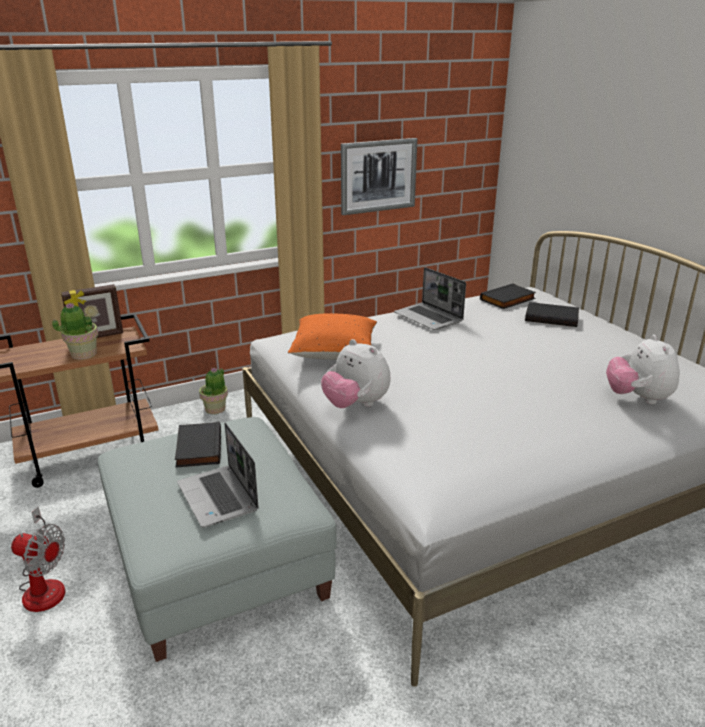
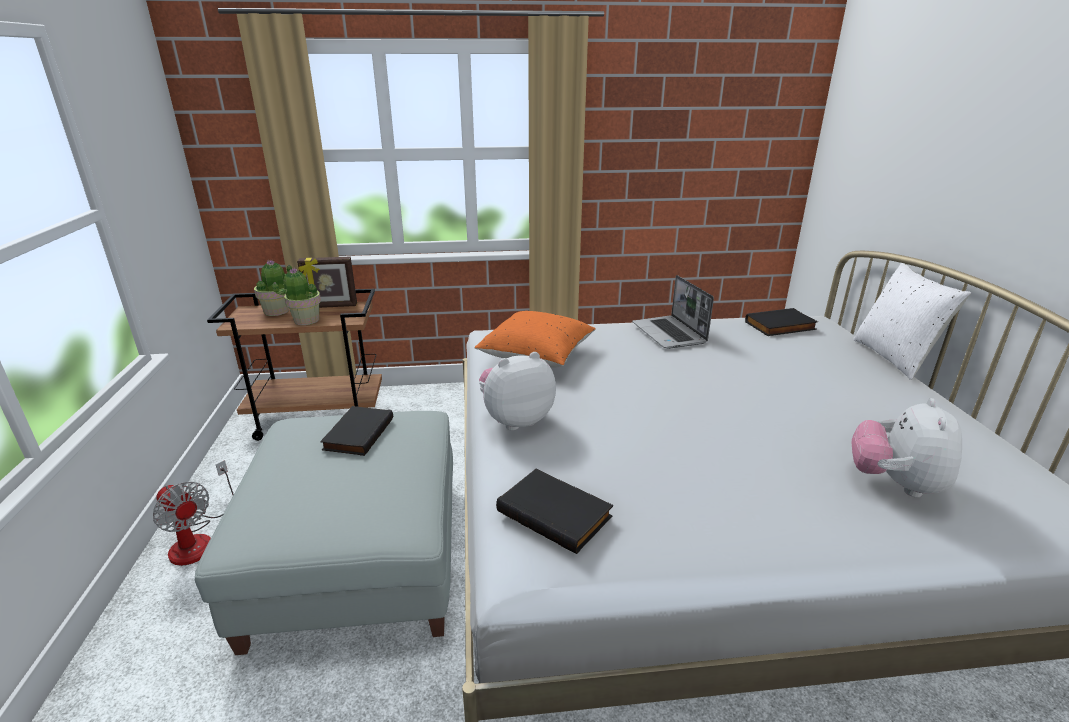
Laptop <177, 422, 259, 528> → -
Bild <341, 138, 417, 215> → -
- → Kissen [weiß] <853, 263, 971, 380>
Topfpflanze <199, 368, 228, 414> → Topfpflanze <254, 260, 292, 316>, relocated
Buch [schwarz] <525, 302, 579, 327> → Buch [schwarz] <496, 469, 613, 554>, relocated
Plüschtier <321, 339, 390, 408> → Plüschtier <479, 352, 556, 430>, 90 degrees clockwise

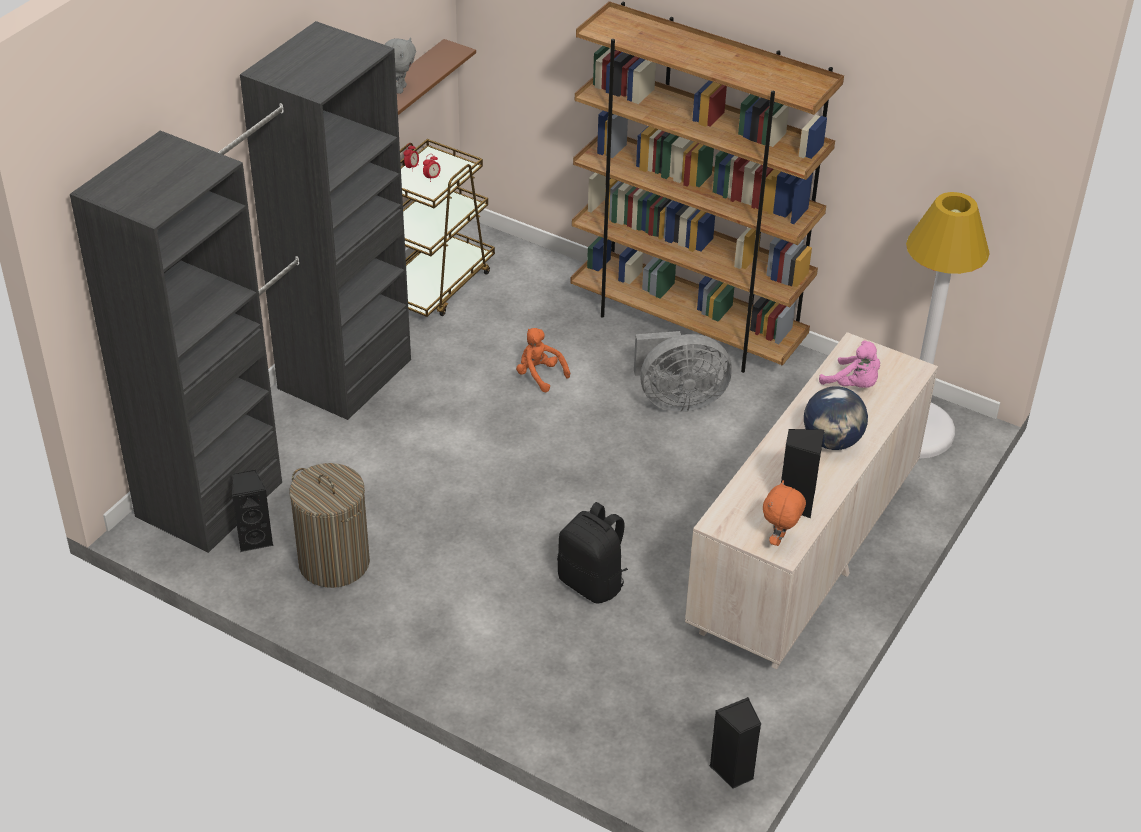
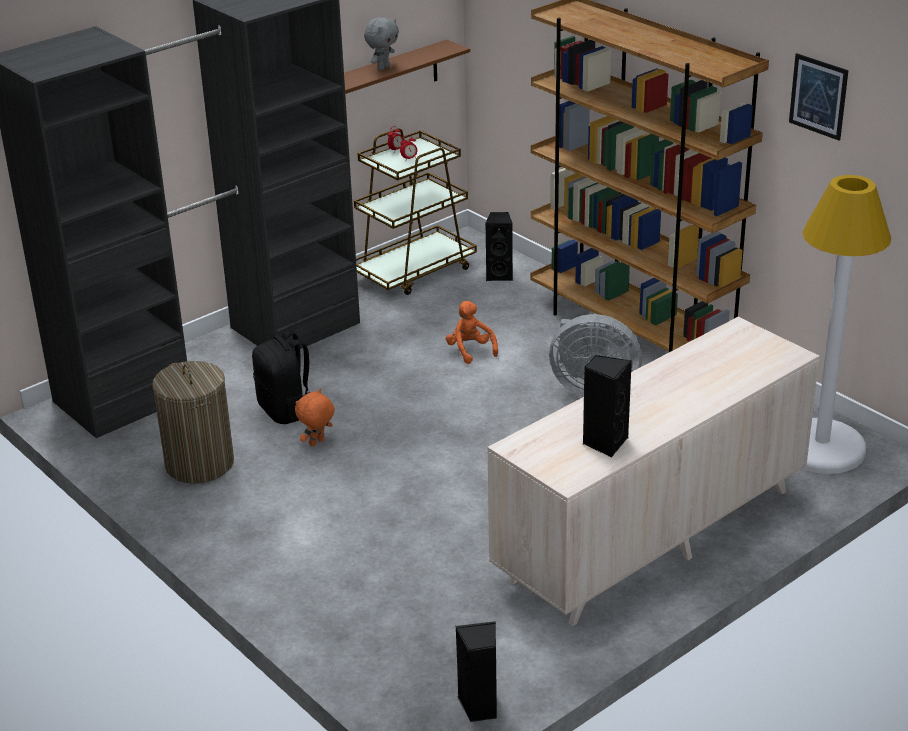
Globus <804, 386, 868, 450> → -
Plüschtier [rosa] <819, 340, 880, 388> → -
- → Bild <789, 53, 848, 141>
Lautsprecher [schwarz] <232, 470, 274, 552> → Lautsprecher [schwarz] <485, 212, 513, 281>, relocated
Rucksack [schwarz] <557, 502, 628, 603> → Rucksack [schwarz] <252, 330, 310, 424>, relocated
Plüschtier [orange] <763, 480, 806, 546> → Plüschtier [orange] <295, 389, 335, 447>, relocated

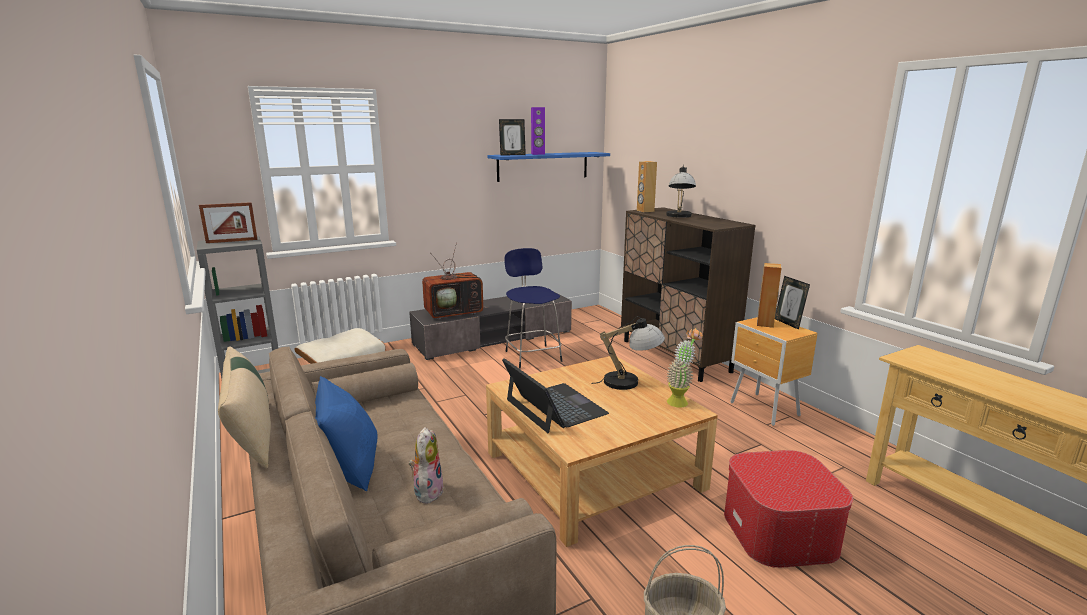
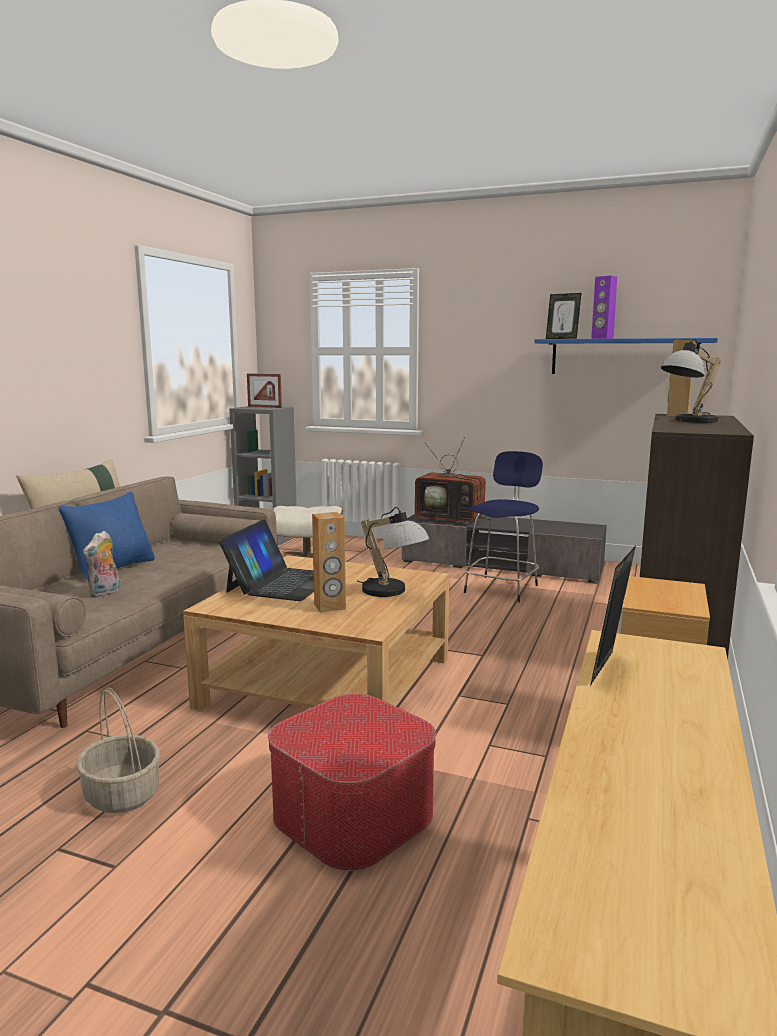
Topfpflanze <667, 328, 703, 407> → -
Lautsprecher [braun] <757, 263, 782, 328> → Lautsprecher [braun] <312, 512, 346, 613>, relocated
Bilderrahmen <775, 276, 810, 330> → Bilderrahmen <590, 546, 636, 686>, relocated
Plüschtier <409, 427, 444, 504> → Plüschtier <83, 531, 120, 598>, 150 degrees clockwise

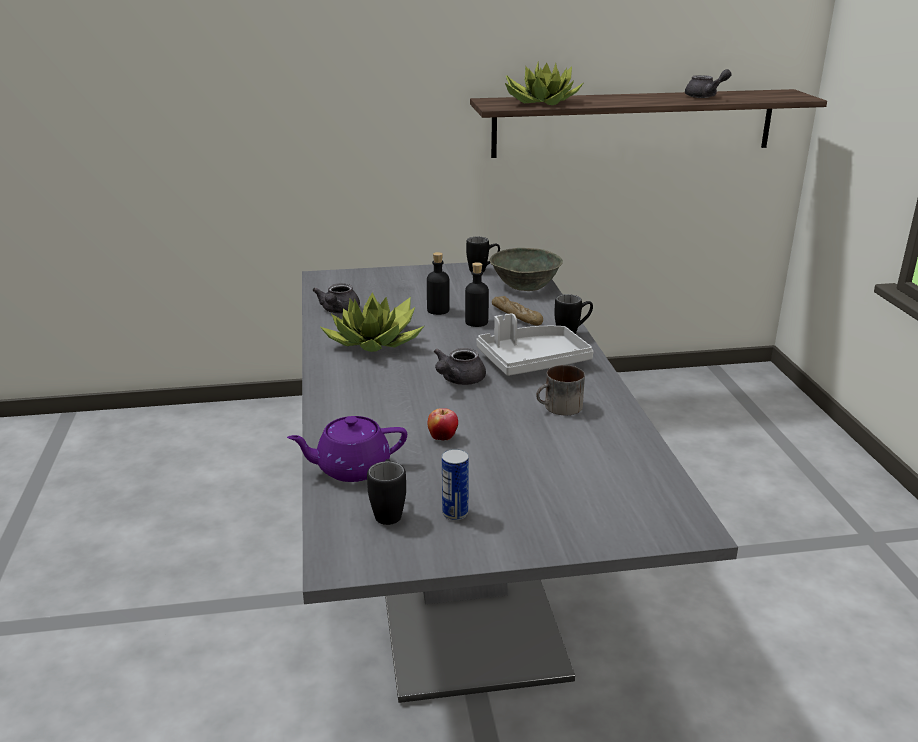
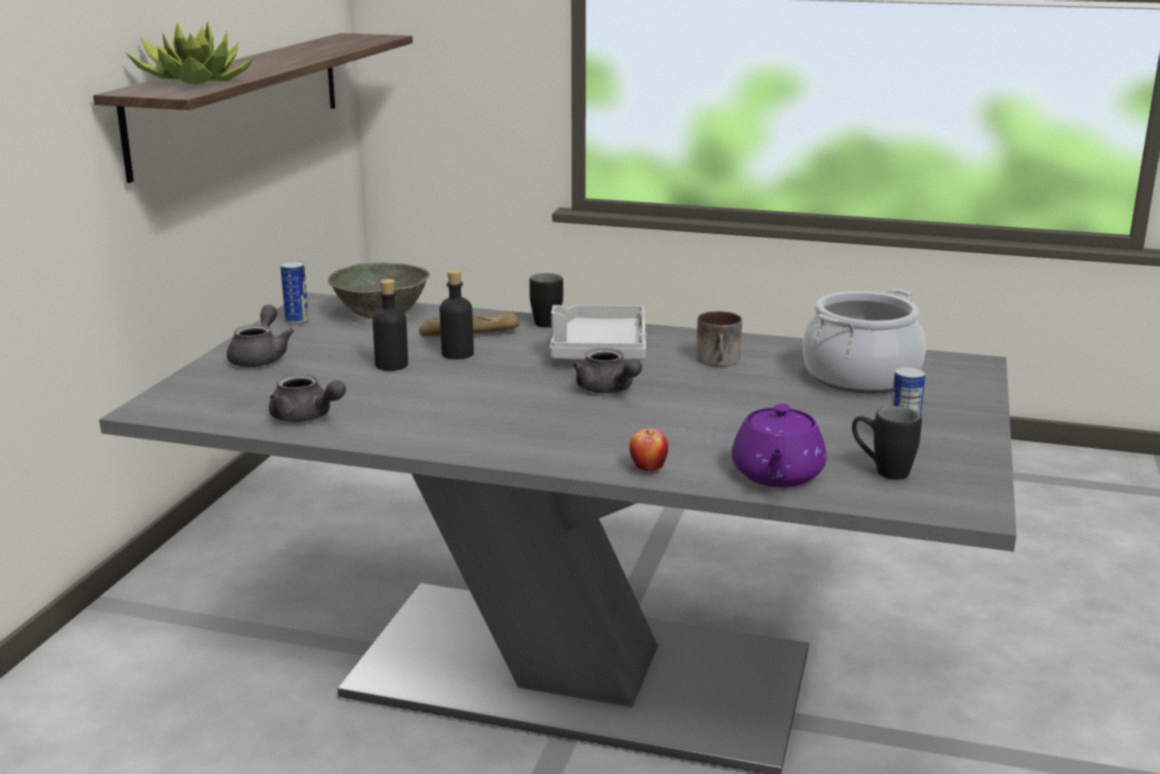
Topfpflanze <320, 292, 424, 352> → -
- → Kochtopf <803, 289, 926, 394>
Apfel <428, 408, 458, 441> → Apfel <629, 428, 668, 471>, relocated
Teekanne [grau] <685, 69, 732, 98> → Teekanne [grau] <227, 305, 294, 367>, relocated
Henkelbecher [schwarz] <466, 237, 500, 272> → Dose <280, 261, 309, 325>

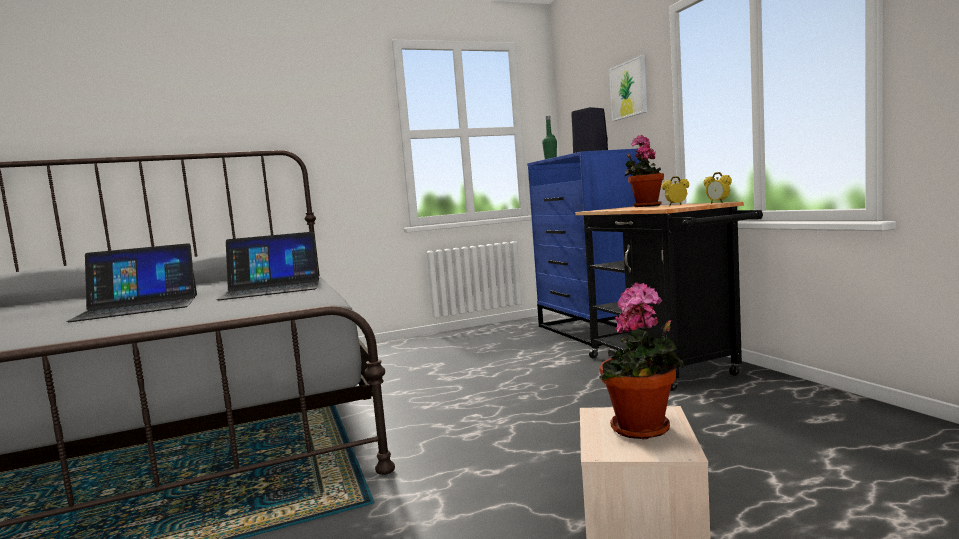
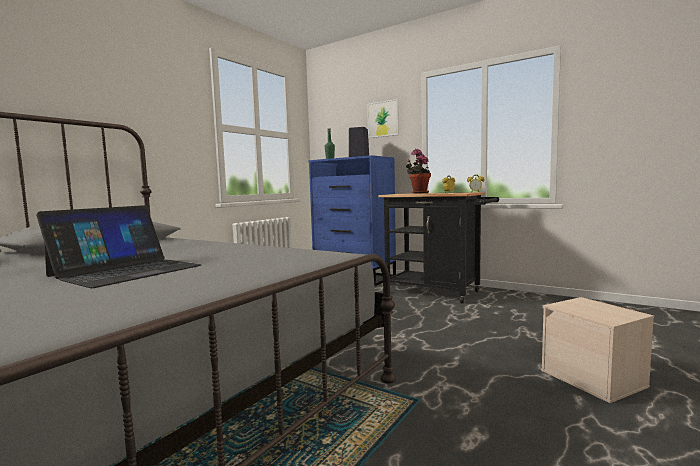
Laptop <216, 232, 319, 300> → -
Topfpflanze <600, 283, 684, 439> → -

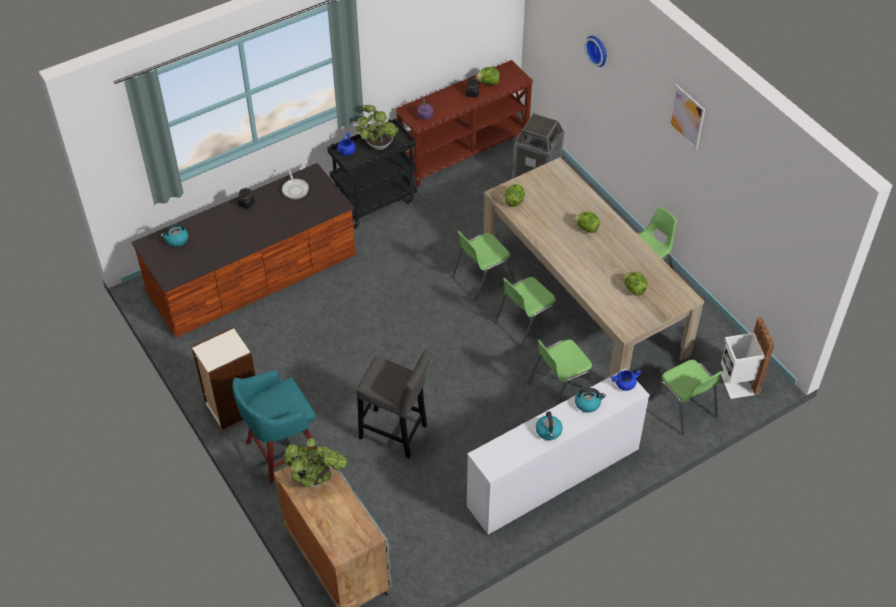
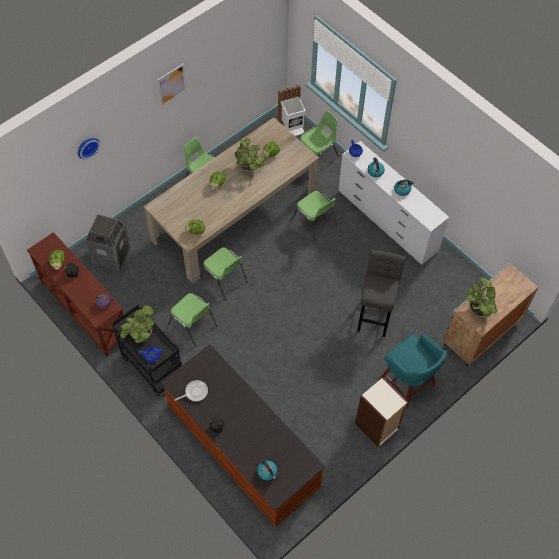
- → Topfpflanze <235, 138, 264, 172>
Stuhl [grün] <495, 277, 561, 348> → Stuhl [grün] <168, 293, 217, 347>, relocated

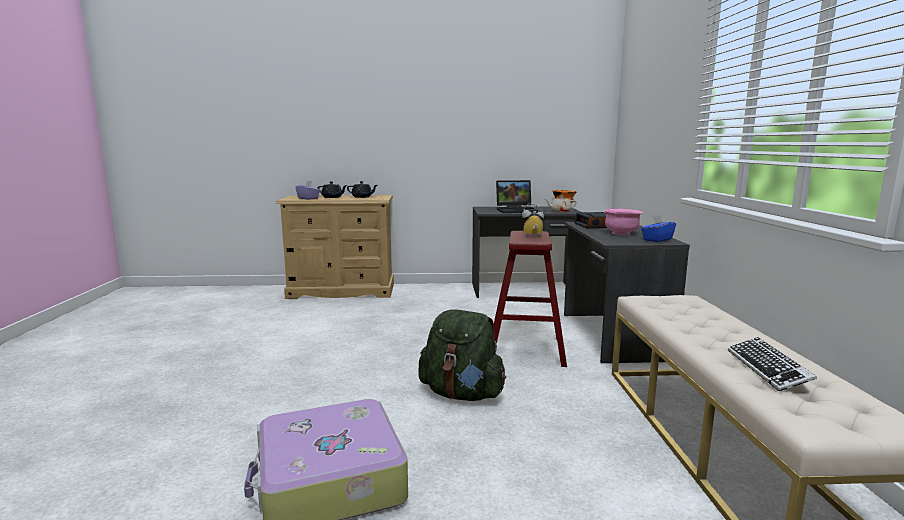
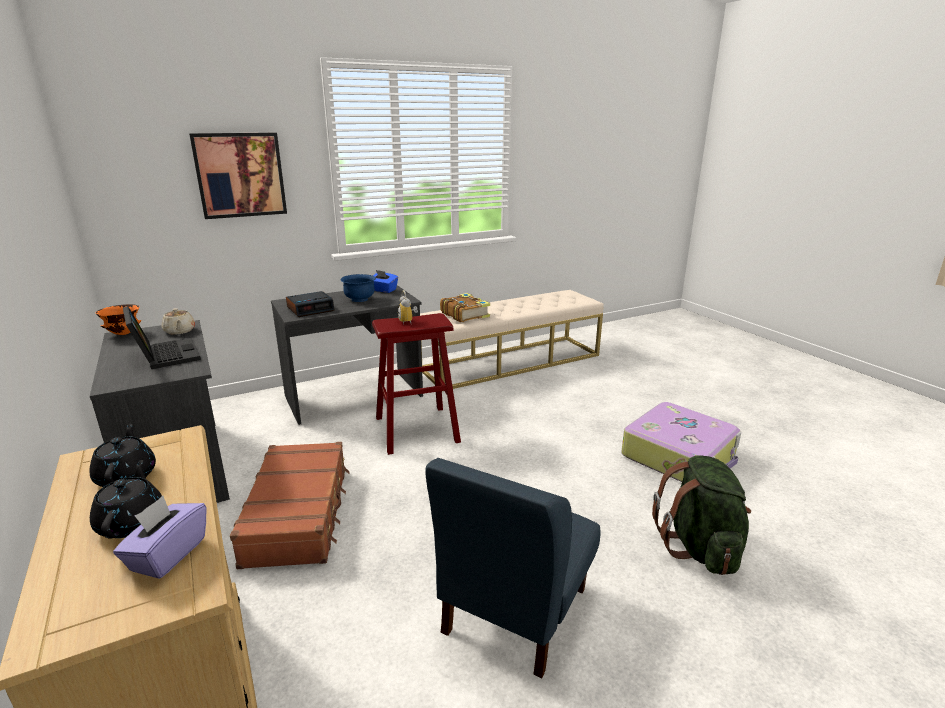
Tastatur <728, 337, 817, 391> → -
- → Bild <189, 133, 287, 219>
- → Koffer [braun] <230, 442, 350, 569>
- → Stuhl [blau] <425, 458, 600, 678>
- → Buch <440, 293, 490, 322>
Rucksack [grün] <418, 309, 506, 401> → Rucksack [grün] <652, 455, 751, 575>, relocated
Schüssel [rosa] <604, 209, 643, 235> → Schüssel [blau] <340, 274, 376, 302>

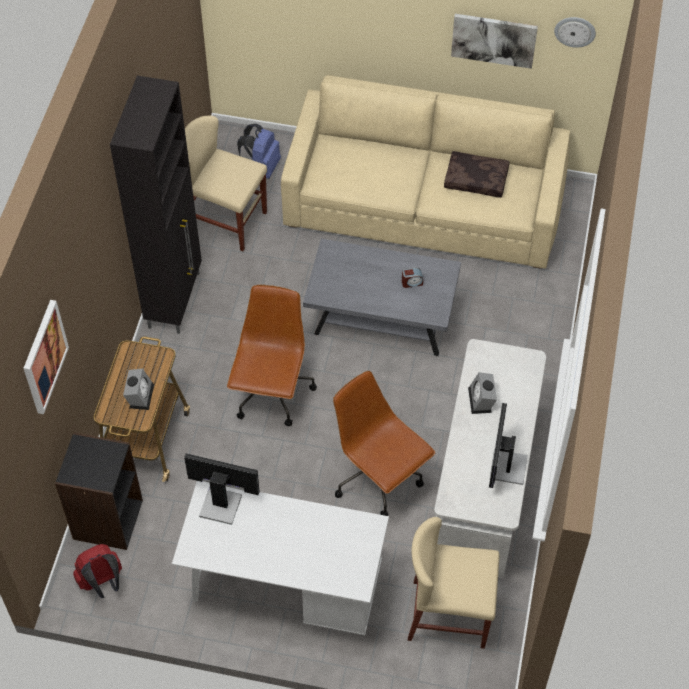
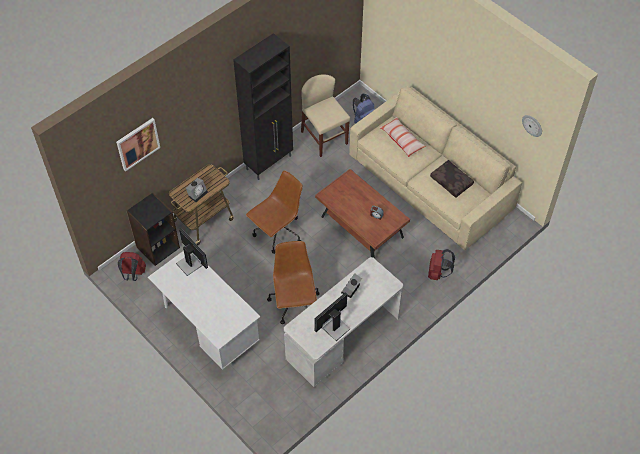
Stuhl [beige] <408, 517, 500, 649> → -
Bild <451, 14, 538, 69> → -
- → Kissen <379, 117, 426, 157>
- → Rucksack [rot] <428, 249, 455, 280>
Couchtisch [grau] <303, 239, 461, 356> → Couchtisch [braun] <315, 169, 410, 259>

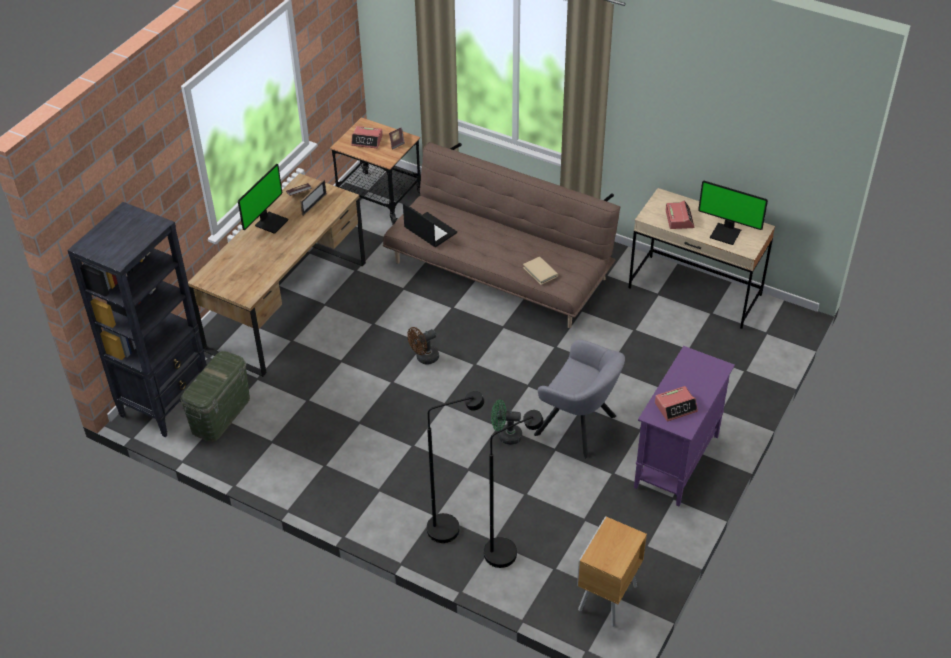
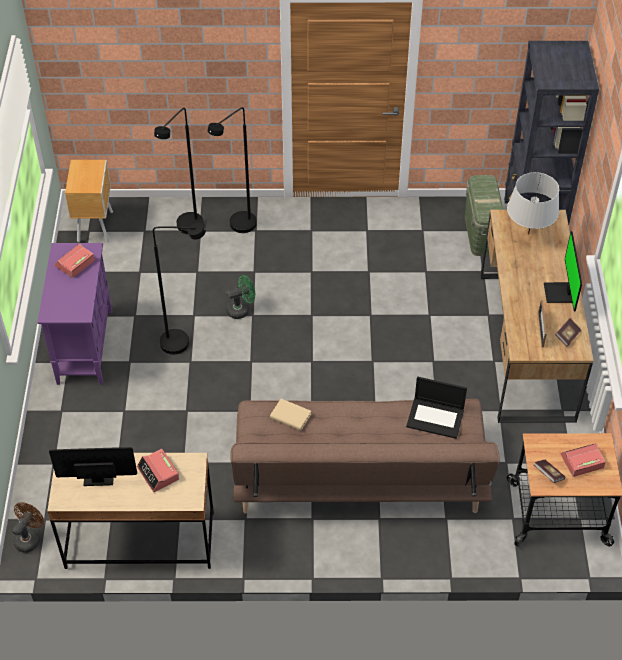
- → Tischlampe [grau] <507, 172, 559, 234>
Ventilator [braun] <407, 327, 439, 364> → Ventilator [braun] <12, 502, 44, 553>, relocated
Sessel [grau] <534, 340, 625, 458> → Stehlampe [schwarz] <153, 223, 206, 355>

